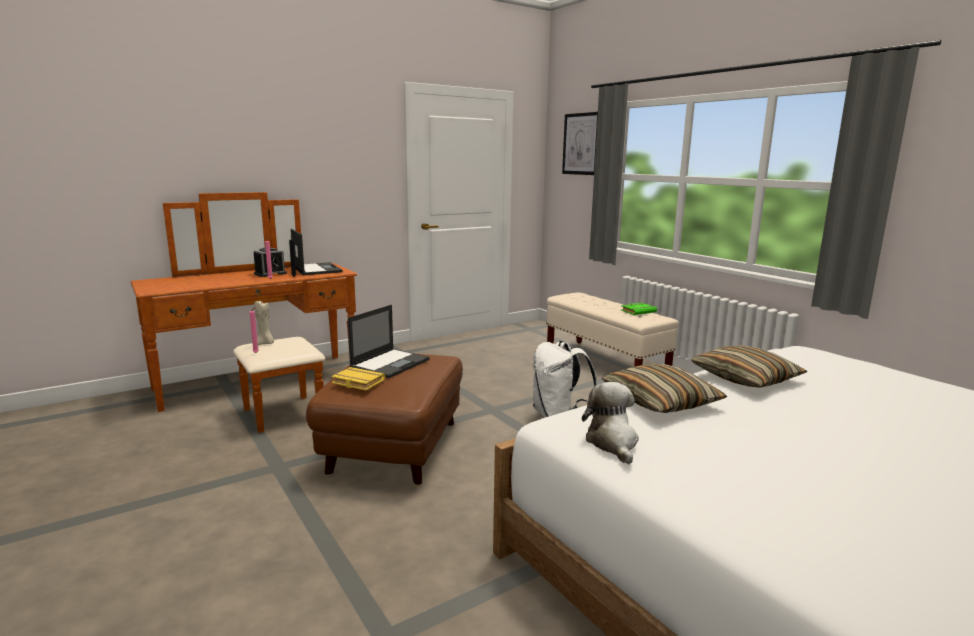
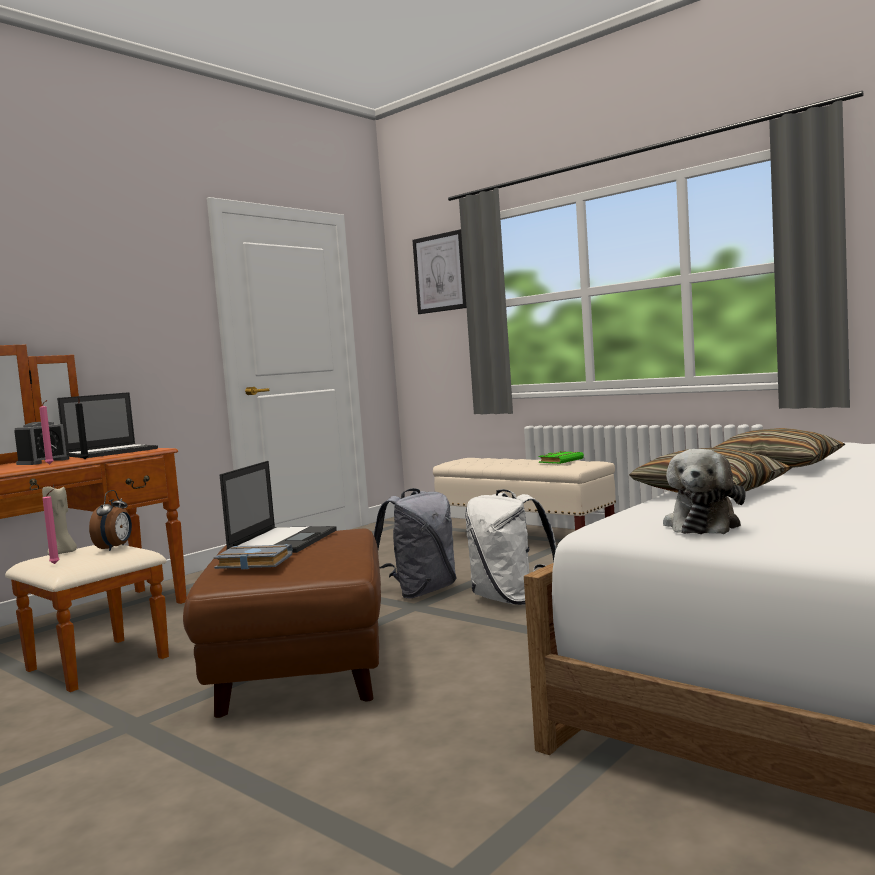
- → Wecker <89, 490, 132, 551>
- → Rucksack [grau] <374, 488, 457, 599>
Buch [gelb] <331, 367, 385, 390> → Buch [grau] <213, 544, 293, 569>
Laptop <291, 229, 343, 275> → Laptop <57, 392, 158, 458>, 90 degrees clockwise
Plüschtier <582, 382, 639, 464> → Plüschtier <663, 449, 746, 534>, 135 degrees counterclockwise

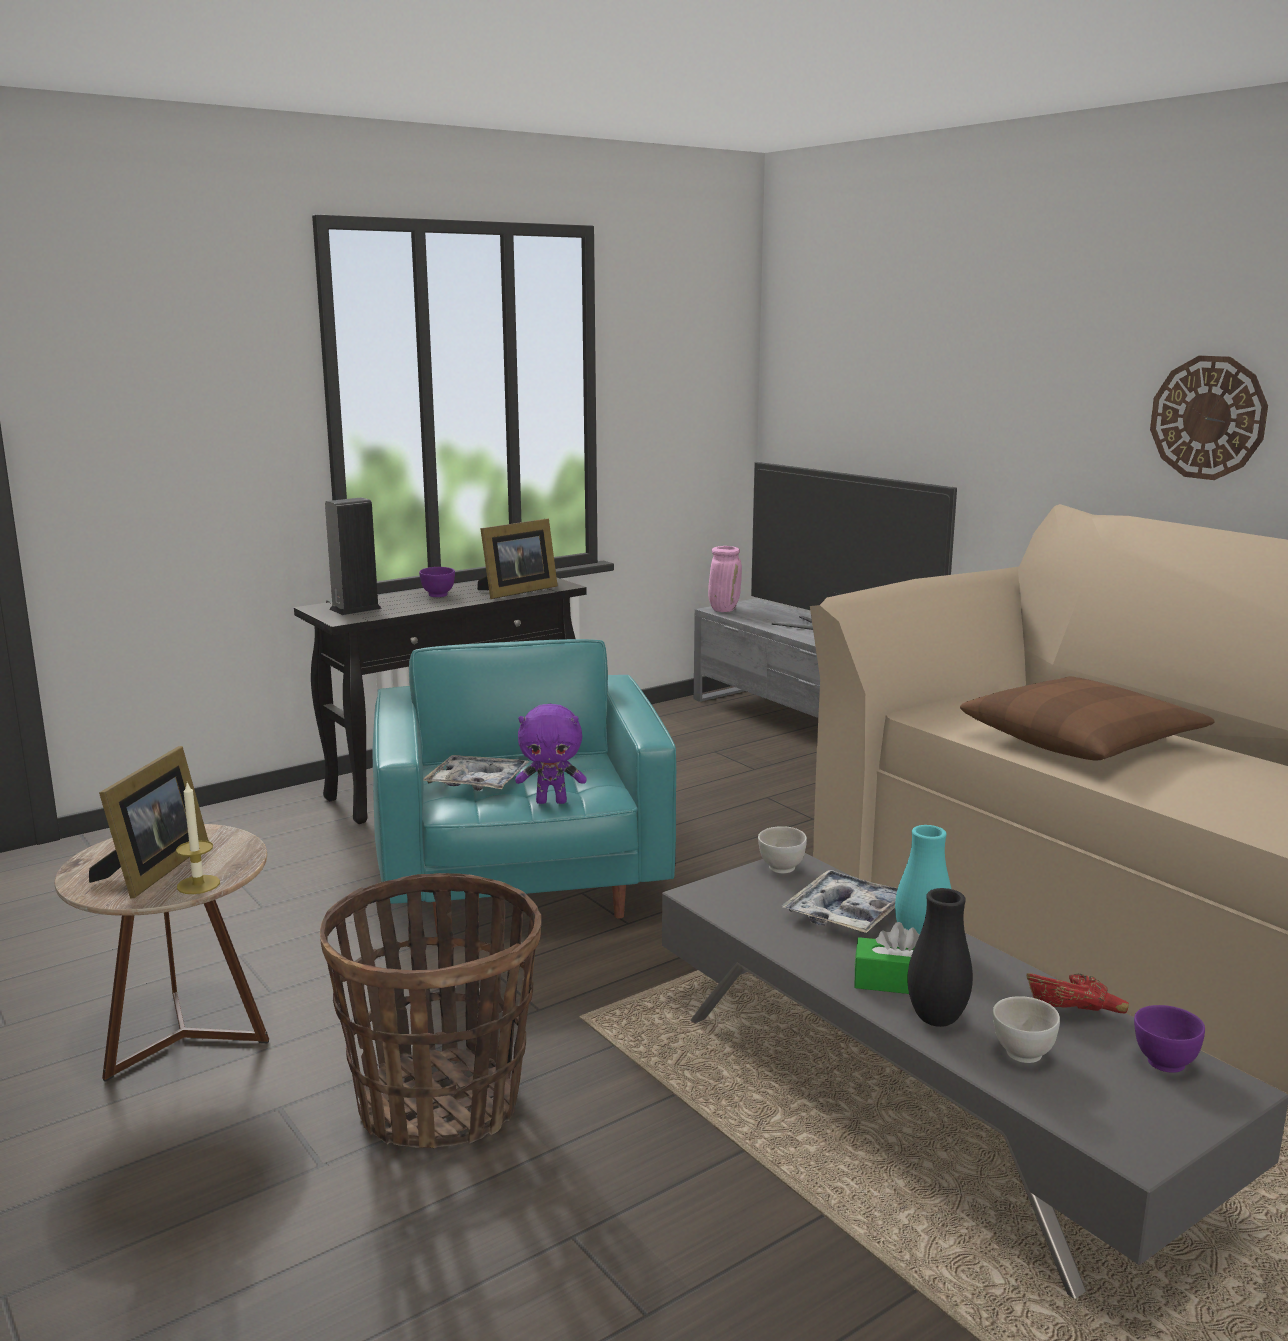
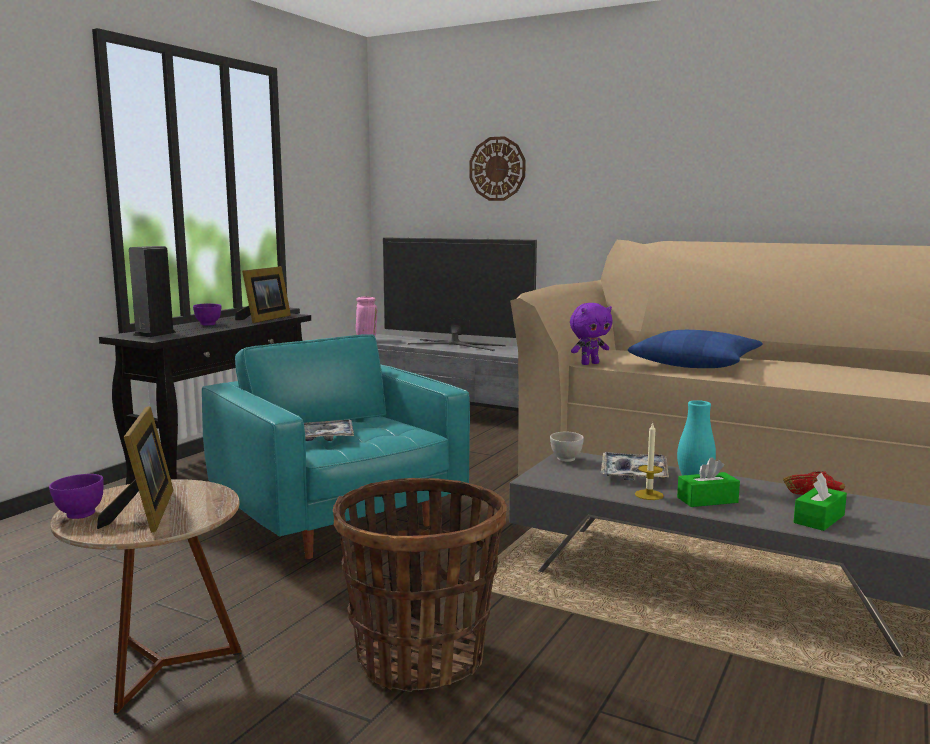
Vase [schwarz] <908, 888, 973, 1027> → -
Kerze <176, 782, 220, 894> → Kerze <635, 423, 664, 500>, relocated
Plüschtier [lila] <515, 704, 587, 804> → Plüschtier [lila] <570, 303, 612, 365>, relocated
Schüssel [lila] <1134, 1005, 1205, 1073> → Schüssel [lila] <49, 474, 104, 519>, relocated
Wanduhr <1150, 356, 1268, 480> → Wanduhr <469, 136, 526, 201>, relocated
Schüssel [weiß] <993, 996, 1060, 1063> → Taschentuchbox [grün] <794, 472, 847, 531>
Kissen [braun] <960, 676, 1215, 760> → Kissen [blau] <628, 330, 763, 368>

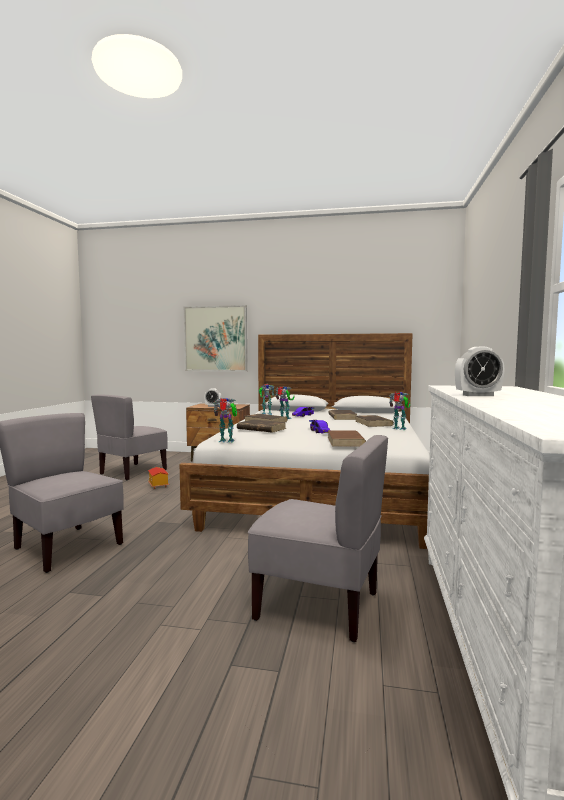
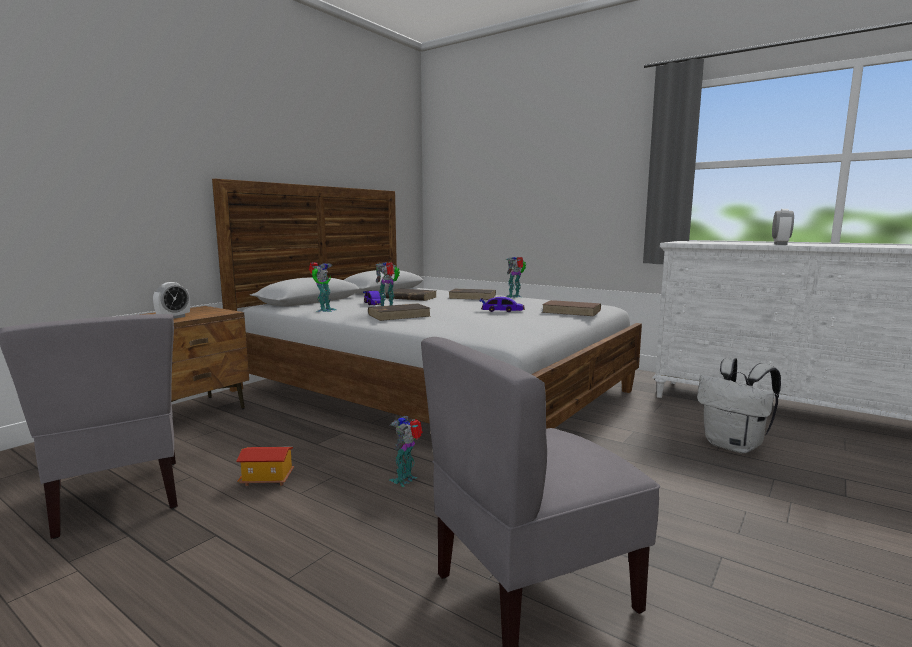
Bild <184, 305, 247, 371> → -
Buch [braun] <237, 419, 286, 433> → -
Spielzeugroboter <214, 398, 237, 443> → Spielzeugroboter <389, 416, 423, 487>, relocated
Stuhl [grau] <248, 435, 388, 642> → Rucksack [weiß] <697, 358, 781, 454>

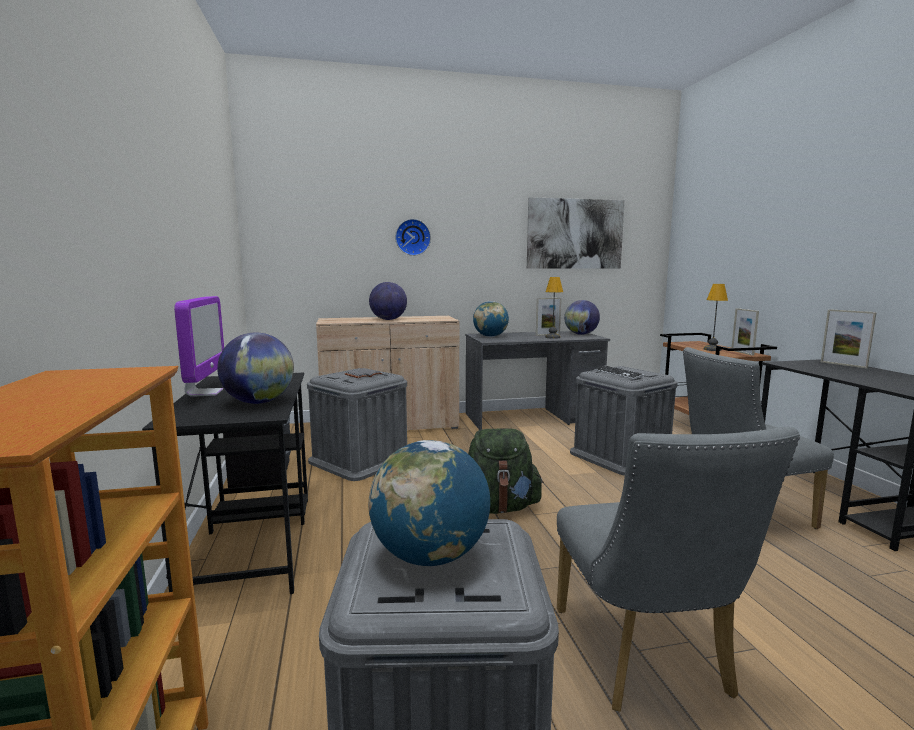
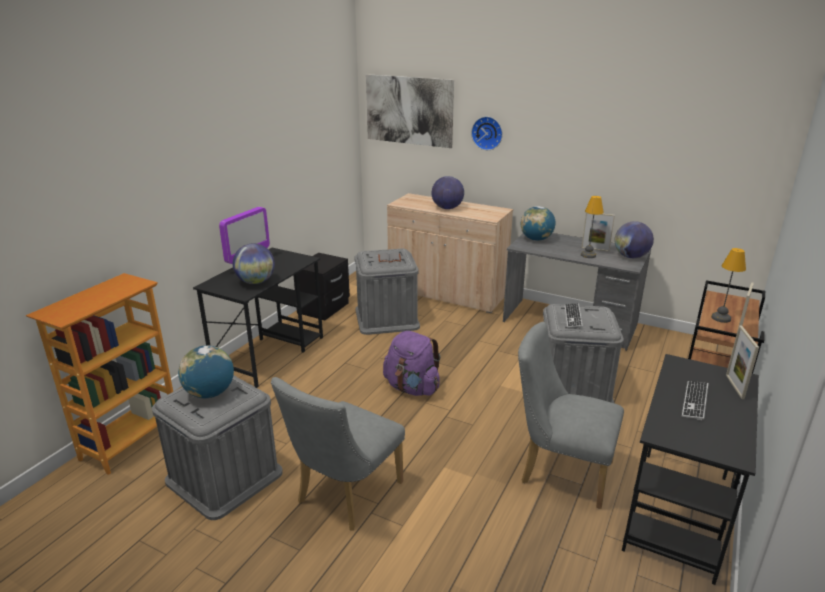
- → Tastatur <682, 381, 708, 420>
Bild <527, 197, 625, 269> → Bild <366, 74, 454, 148>, relocated
Rucksack [grün] <468, 428, 544, 514> → Rucksack [lila] <383, 331, 440, 396>

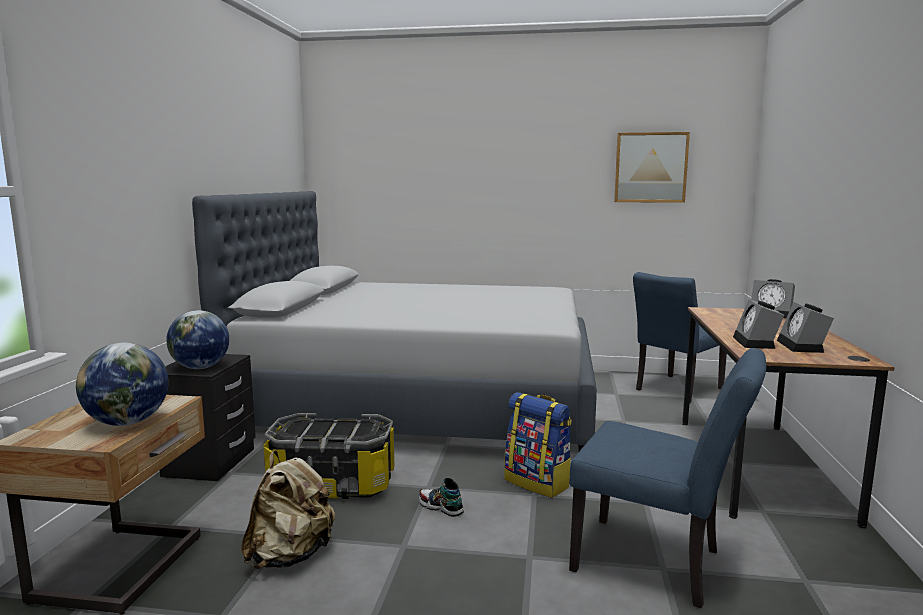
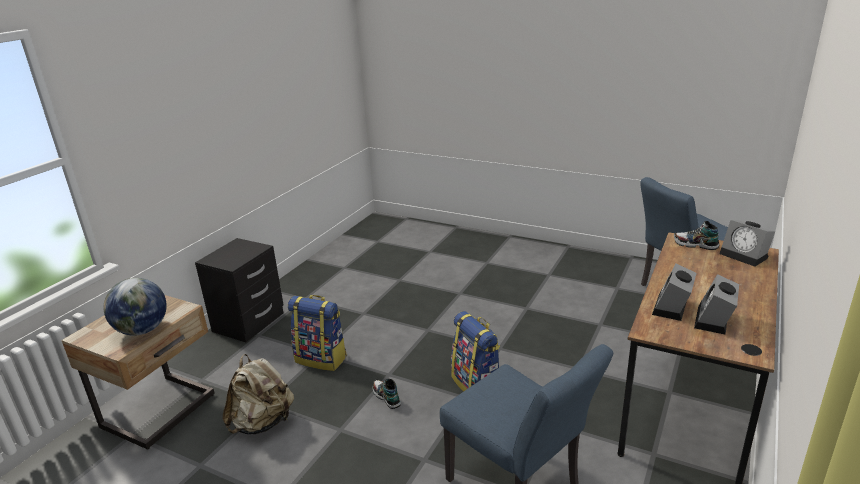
Globus <166, 310, 229, 369> → -
Bett [grau] <192, 191, 597, 451> → -
Bild <614, 132, 690, 203> → -
- → Schuh <674, 221, 719, 250>
Aufbewahrungsbox <264, 413, 394, 499> → Rucksack <288, 295, 347, 371>

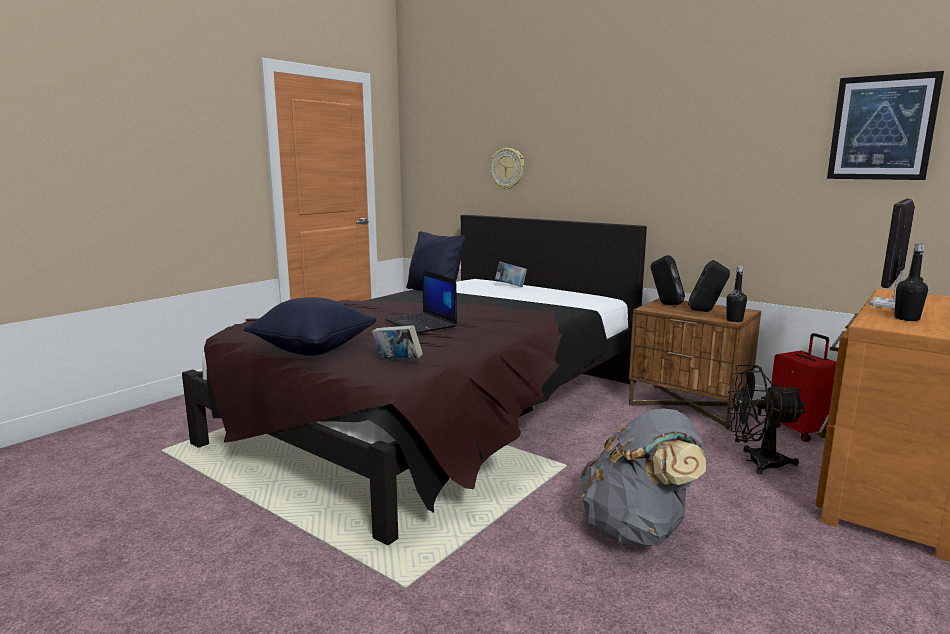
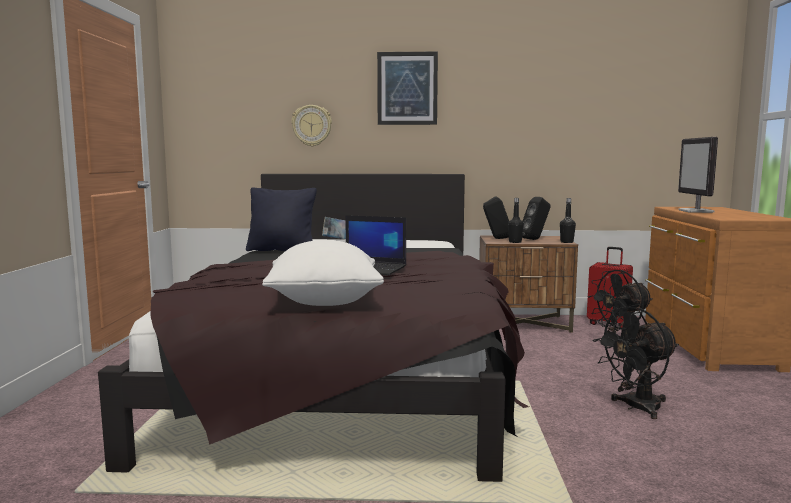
Buch <372, 325, 423, 359> → -
Bild <827, 71, 944, 180> → Bild <377, 52, 438, 125>, relocated
Flasche [schwarz] <894, 243, 928, 321> → Flasche [schwarz] <508, 198, 524, 243>, relocated
Rucksack [grau] <580, 408, 707, 547> → Ventilator [schwarz] <592, 306, 679, 419>
Kissen [schwarz] <244, 297, 377, 356> → Kissen [weiß] <262, 240, 384, 306>

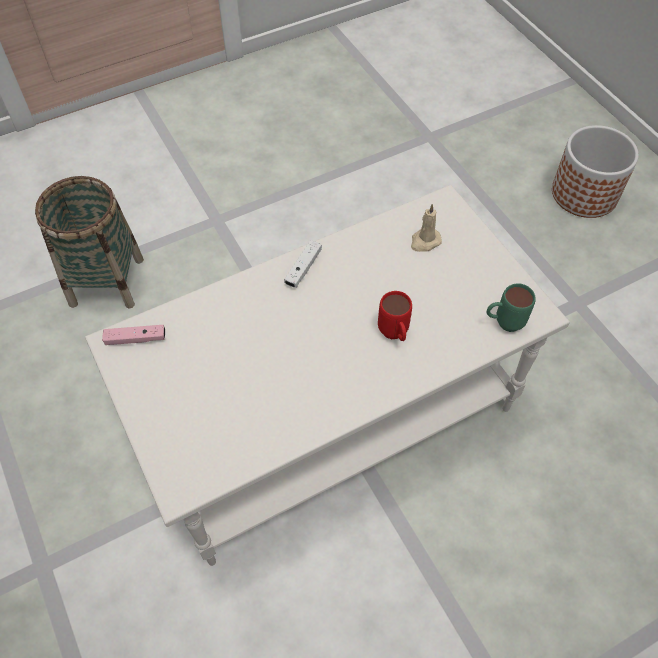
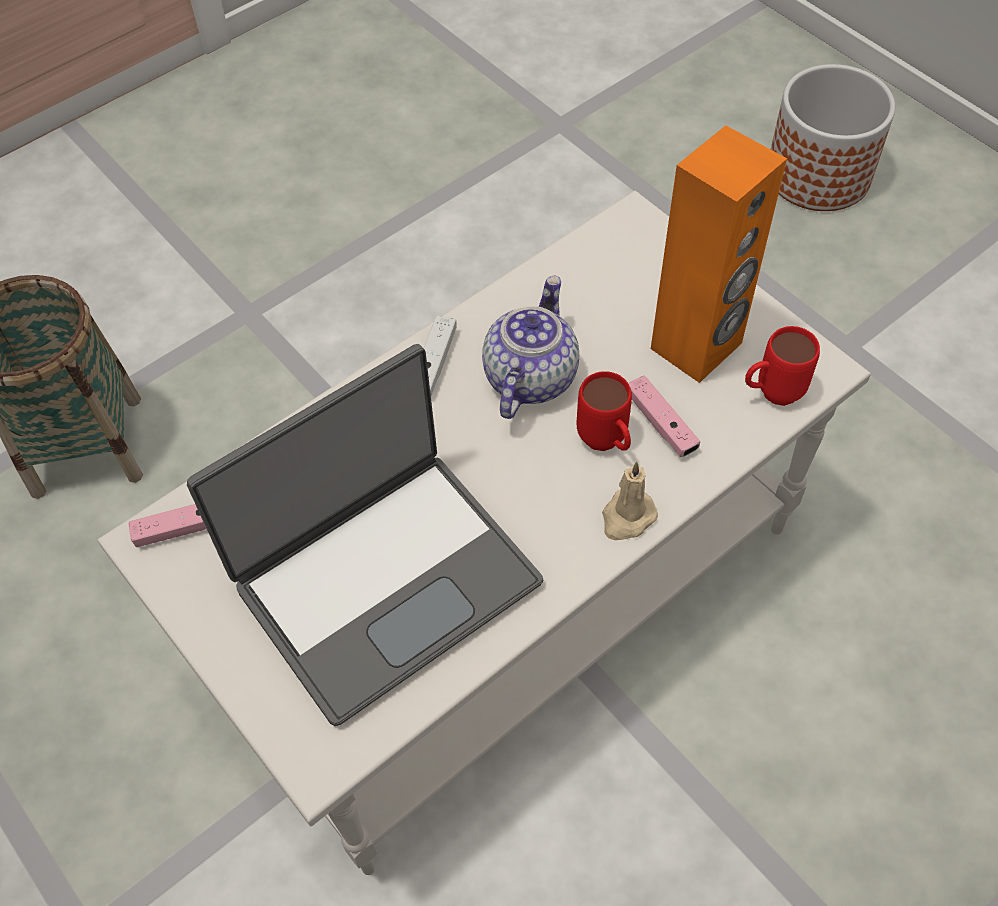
- → Laptop <187, 344, 543, 726>
- → Teekanne <482, 275, 579, 419>
- → Gamepad [rosa] <628, 376, 700, 457>
- → Lautsprecher [orange] <651, 125, 787, 383>
Kerze [beige] <411, 204, 442, 252> → Kerze [beige] <602, 462, 658, 540>, relocated
Henkelbecher [grün] <486, 283, 536, 332> → Henkelbecher [rot] <745, 326, 820, 406>

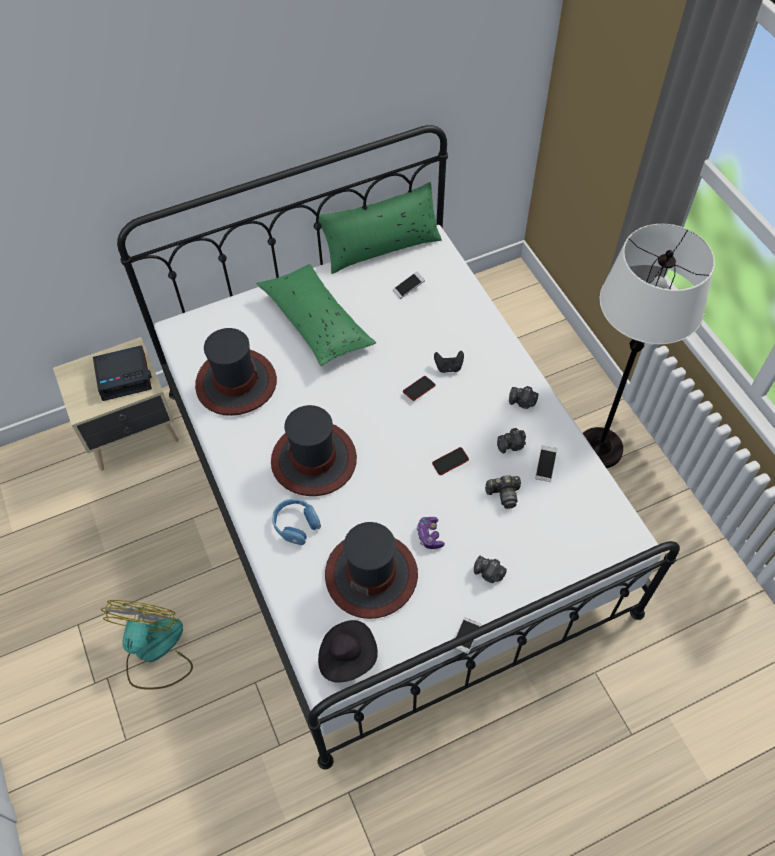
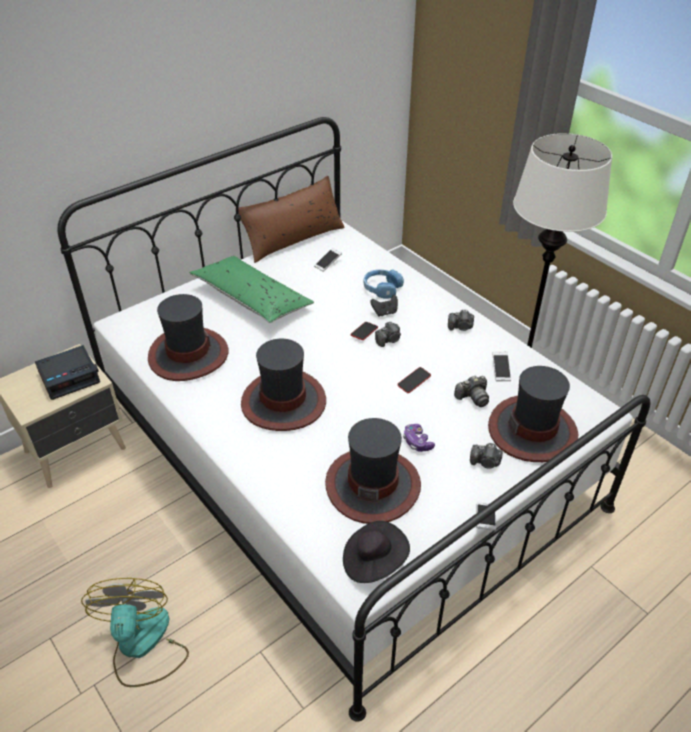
- → Hut <488, 366, 578, 462>
Kopfhörer [blau] <272, 498, 321, 545> → Kopfhörer [blau] <364, 269, 404, 299>, relocated
Kamera <497, 428, 526, 453> → Kamera <375, 322, 401, 347>, relocated
Kissen [grün] <319, 182, 441, 274> → Kissen [braun] <235, 176, 345, 263>

